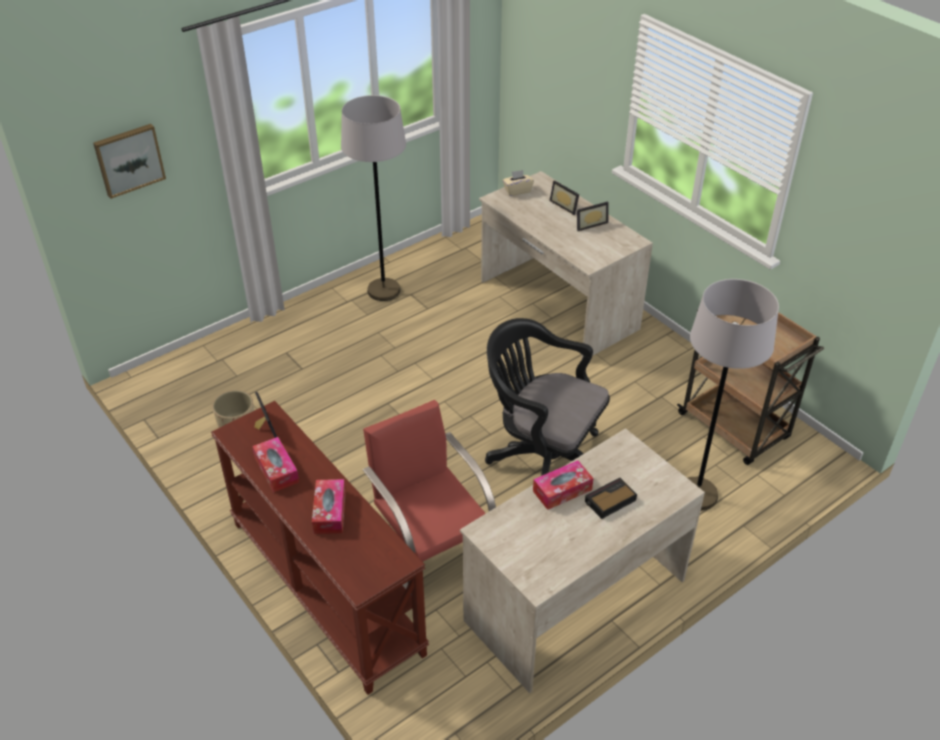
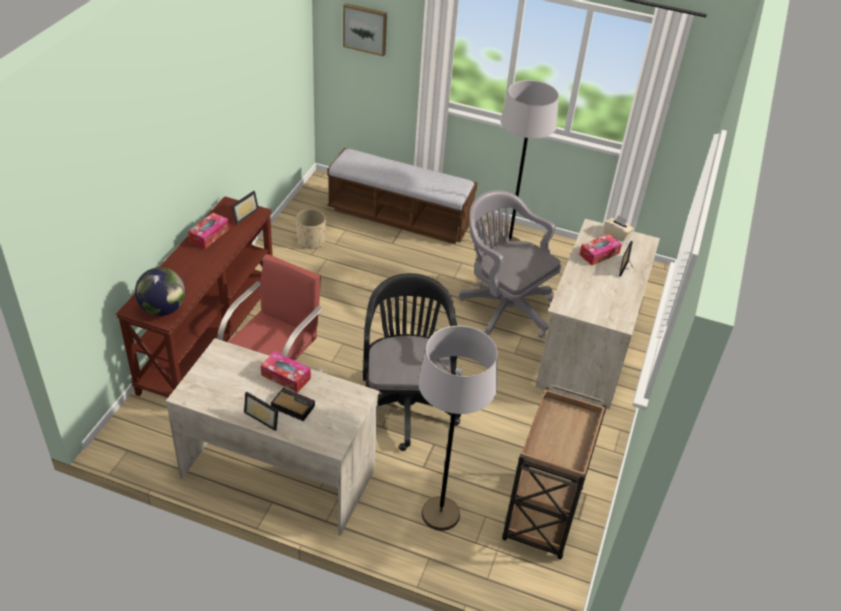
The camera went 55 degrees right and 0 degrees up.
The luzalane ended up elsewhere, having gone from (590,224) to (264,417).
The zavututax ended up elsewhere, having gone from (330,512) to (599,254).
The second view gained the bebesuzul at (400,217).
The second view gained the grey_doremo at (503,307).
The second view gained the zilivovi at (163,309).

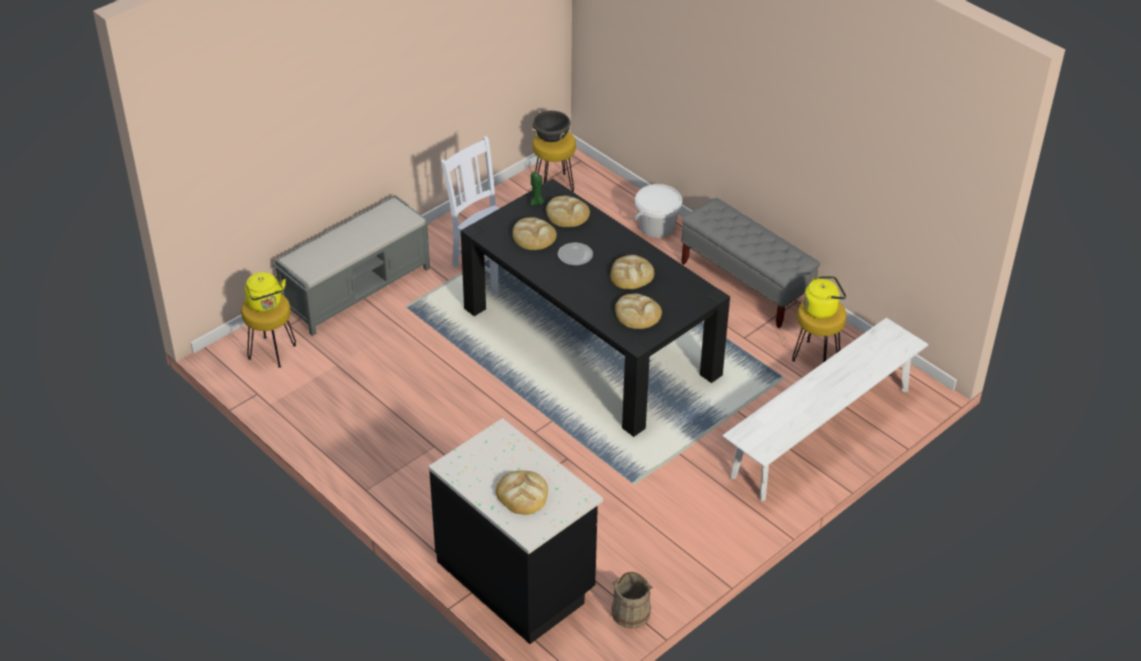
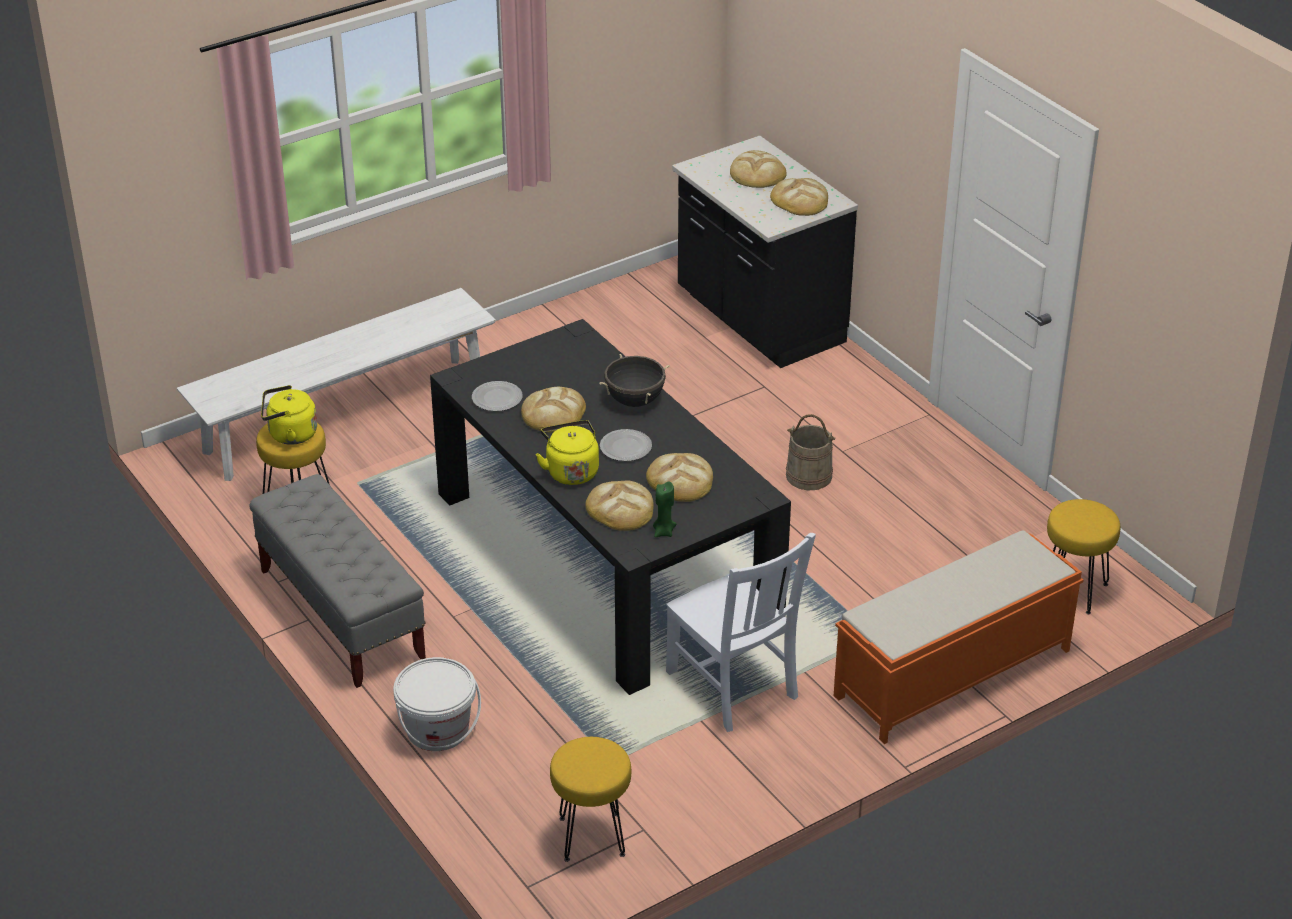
The camera went 170 degrees left and 5 degrees down.
The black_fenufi ended up elsewhere, having gone from (551,138) to (634,401).
What was the grey_bebesuzul at (358,288) turned into the orange_bebesuzul at (951,674).
The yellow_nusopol ended up elsewhere, having gone from (266,304) to (570,471).
The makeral ended up elsewhere, having gone from (637,314) to (800,200).
The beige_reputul ended up elsewhere, having gone from (630,613) to (809,475).
The second view gained the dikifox at (497,398).

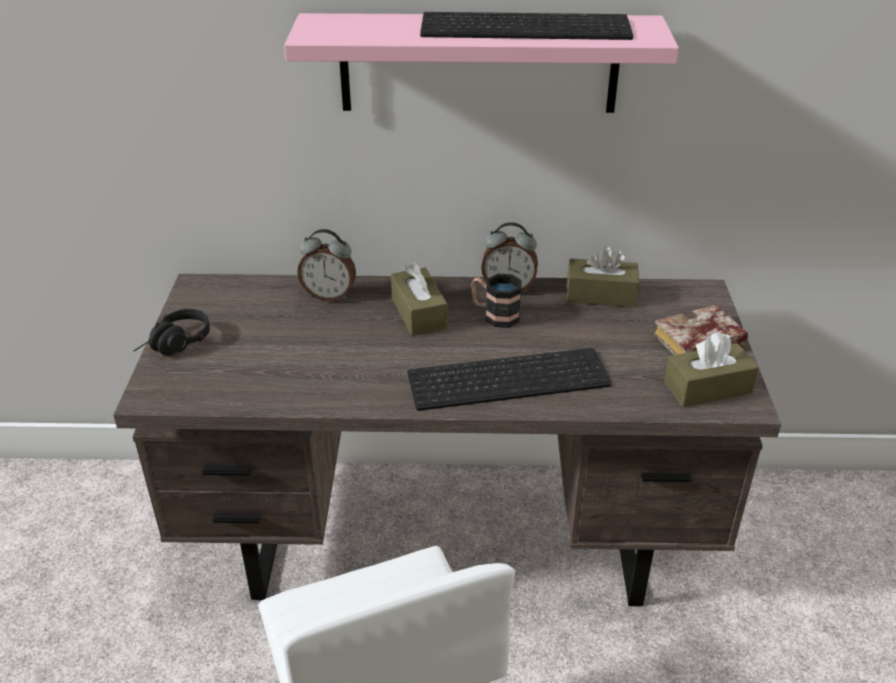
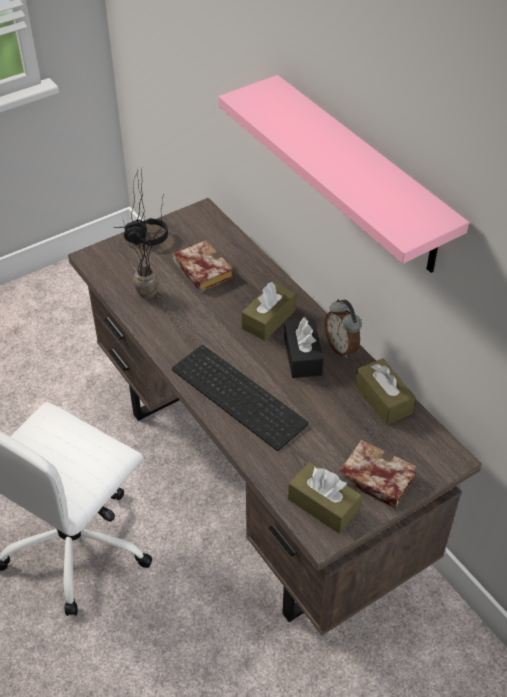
The camera went 55 degrees right and 10 degrees up.
The second view lost the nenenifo at (527,26).
The second view lost the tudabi at (329,295).
Where the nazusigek stood at (495,315), the black_zavututax came to stand at (302,356).
The second view gained the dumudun at (152,300).
The second view gained the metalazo at (200,270).

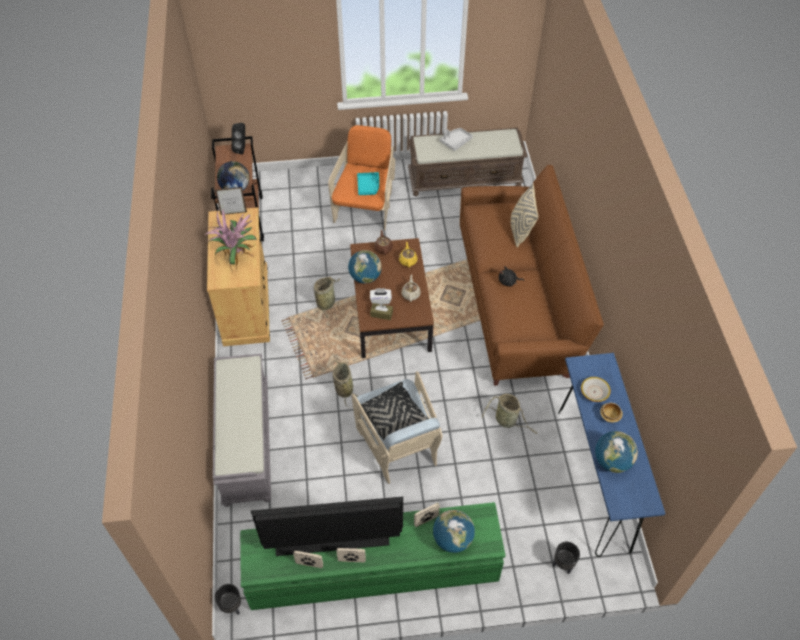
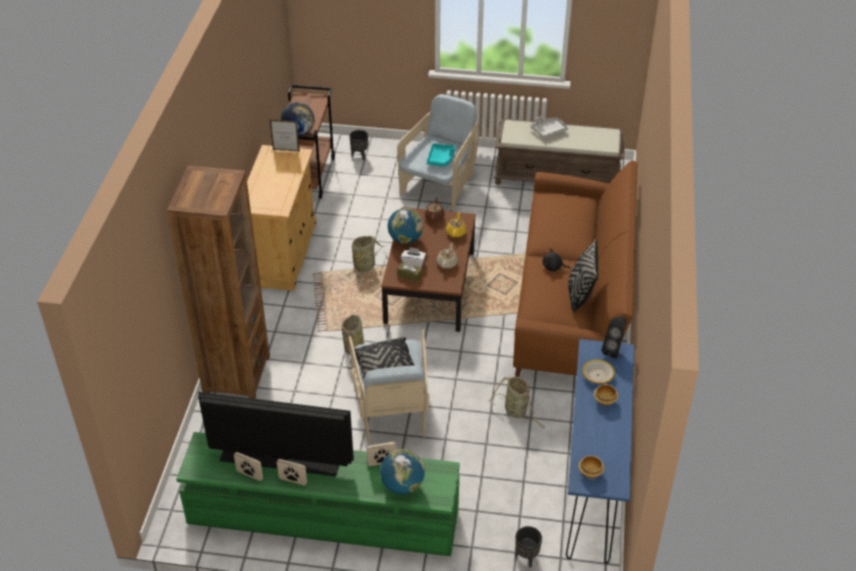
The camera went 15 degrees right and 10 degrees down.
The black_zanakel ended up elsewhere, having gone from (242,149) to (614,350).
What was the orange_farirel at (365,207) turned into the beige_farirel at (439,185).
The second view lost the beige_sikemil at (520,230).
The second view lost the dumudun at (237,256).
Where the grey_bebesuzul stood at (245,441), the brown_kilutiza came to stand at (236,375).
The second view lost the zilivovi at (612,461).
The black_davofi ended up elsewhere, having gone from (232,606) to (360,155).
The second view gained the black_sikemil at (580,295).
The second view gained the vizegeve at (589,472).

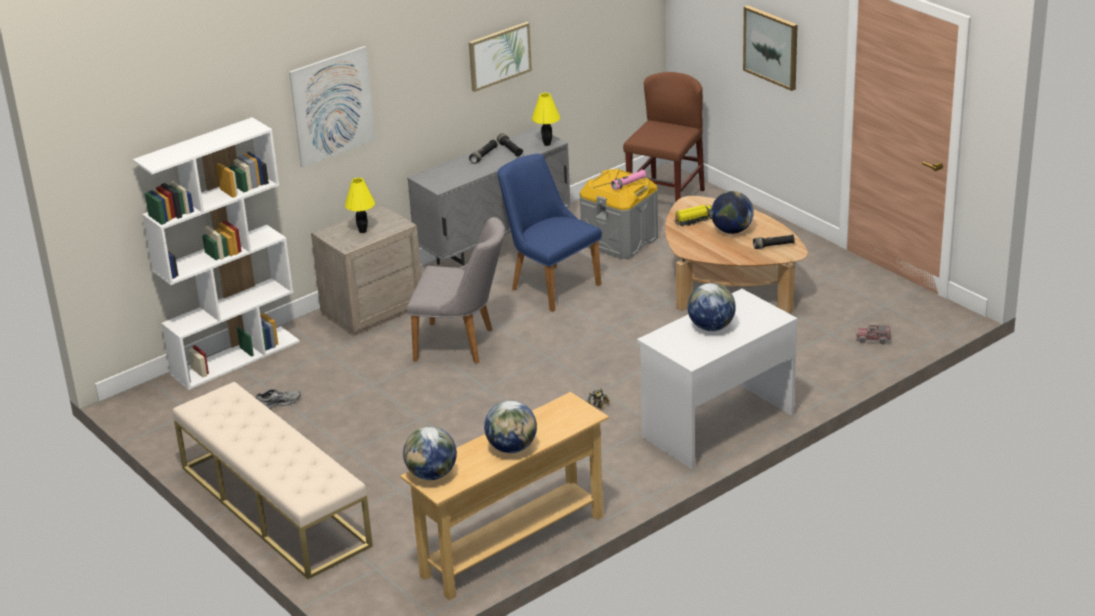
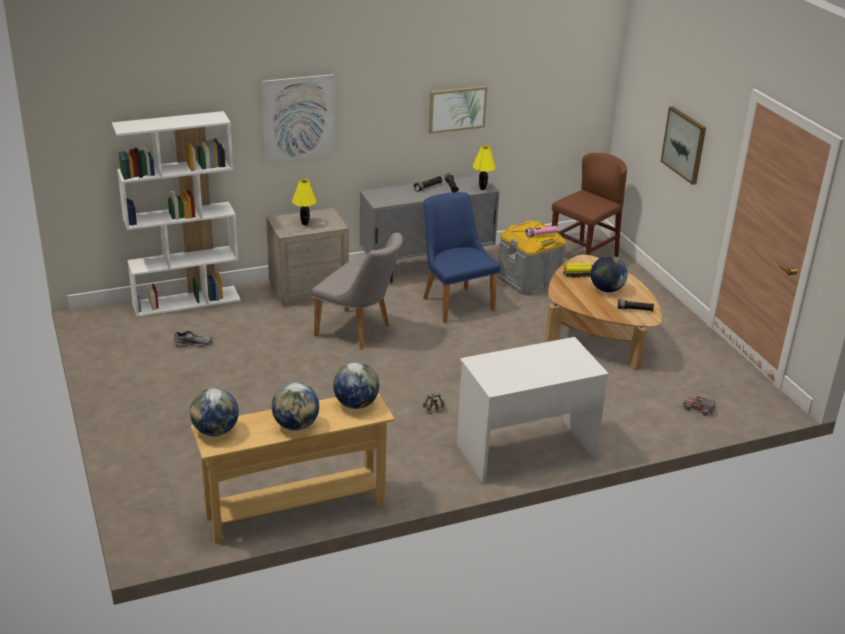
The camera went 15 degrees right and 0 degrees up.
The zilivovi ended up elsewhere, having gone from (711,327) to (356,404).
The second view lost the beige_bebesuzul at (274,506).

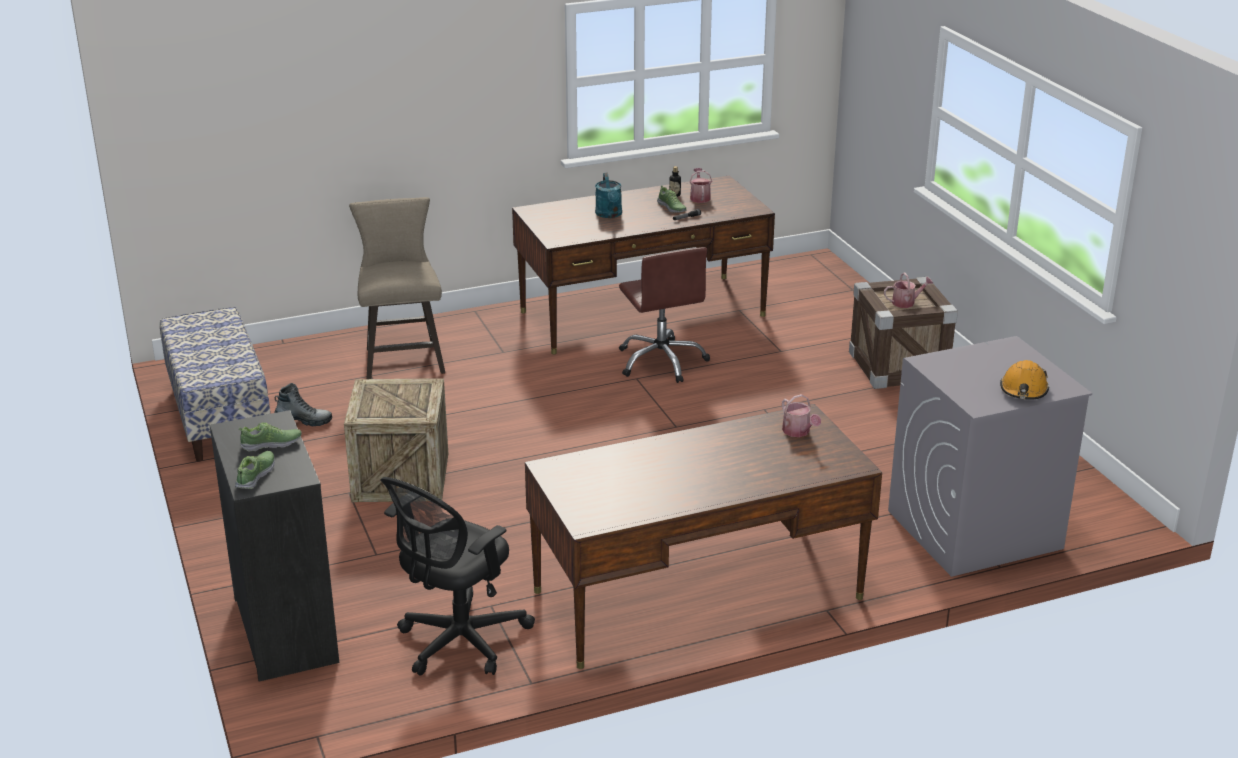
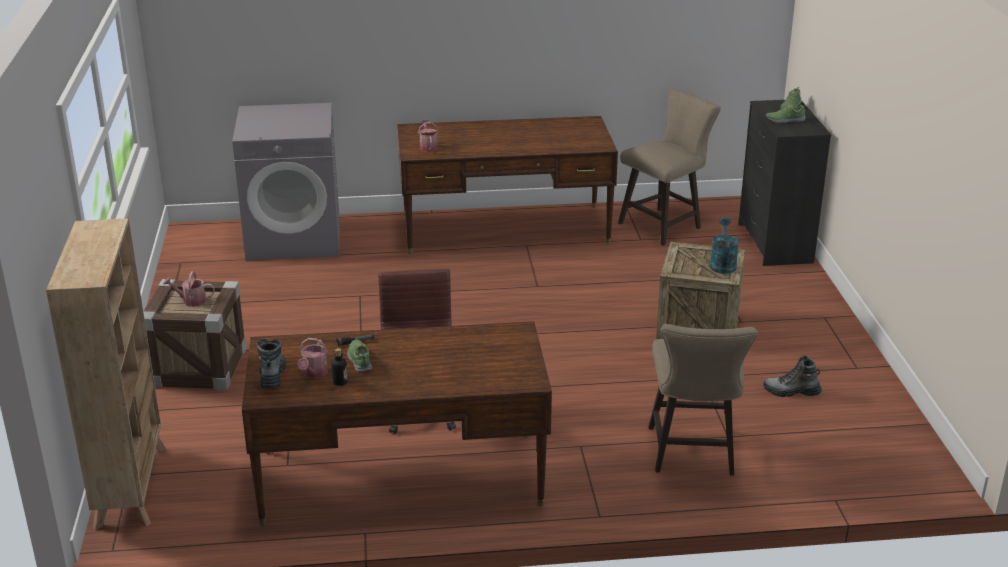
The camera went 165 degrees left and 0 degrees up.
The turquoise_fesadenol ended up elsewhere, having gone from (609,215) to (722,264).
The second view lost the bebesuzul at (219,416).
The second view lost the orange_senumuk at (1024,390).
Where the black_doremo stood at (458,643), the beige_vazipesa came to stand at (664,225).
The second view gained the beige_kilutiza at (131,486).
The second view gained the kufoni at (272,375).

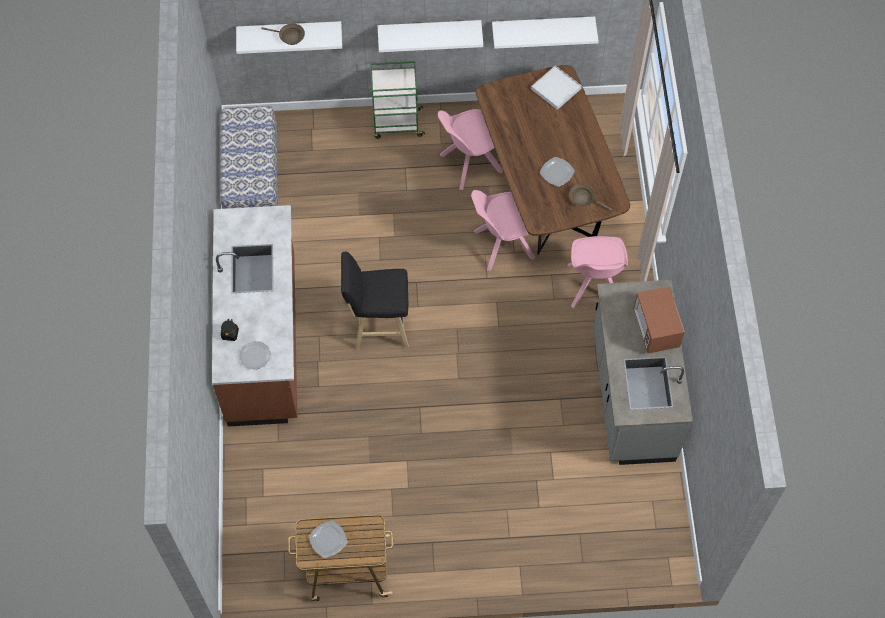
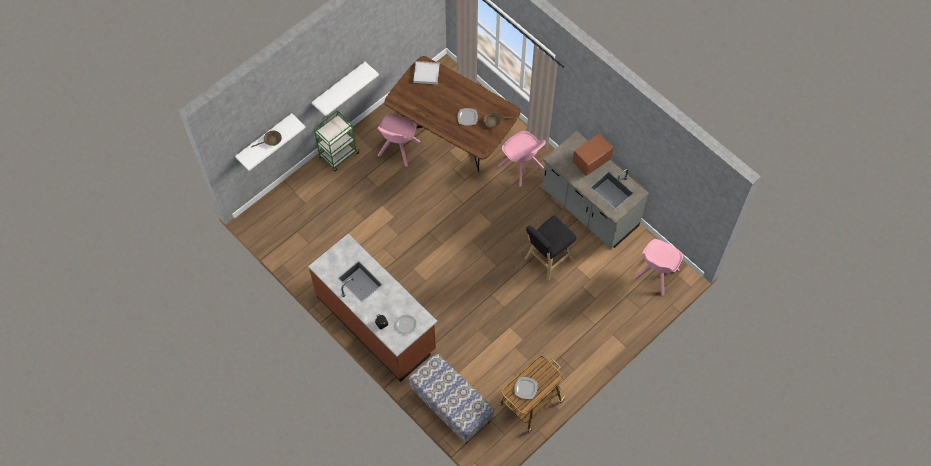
The camera went 40 degrees left and 0 degrees up.
The second view lost the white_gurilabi at (542,27).
The bebesuzul ended up elsewhere, having gone from (252,180) to (451,406).
The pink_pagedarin ended up elsewhere, having gone from (502,245) to (655,275).
The black_vazipesa ended up elsewhere, having gone from (378,325) to (547,260).
The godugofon at (655,329) ended up facing another way, 105 degrees clockwise from before.

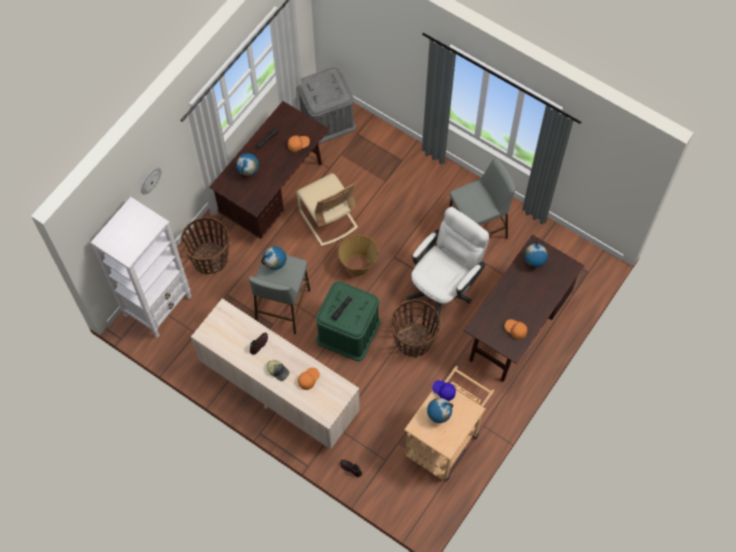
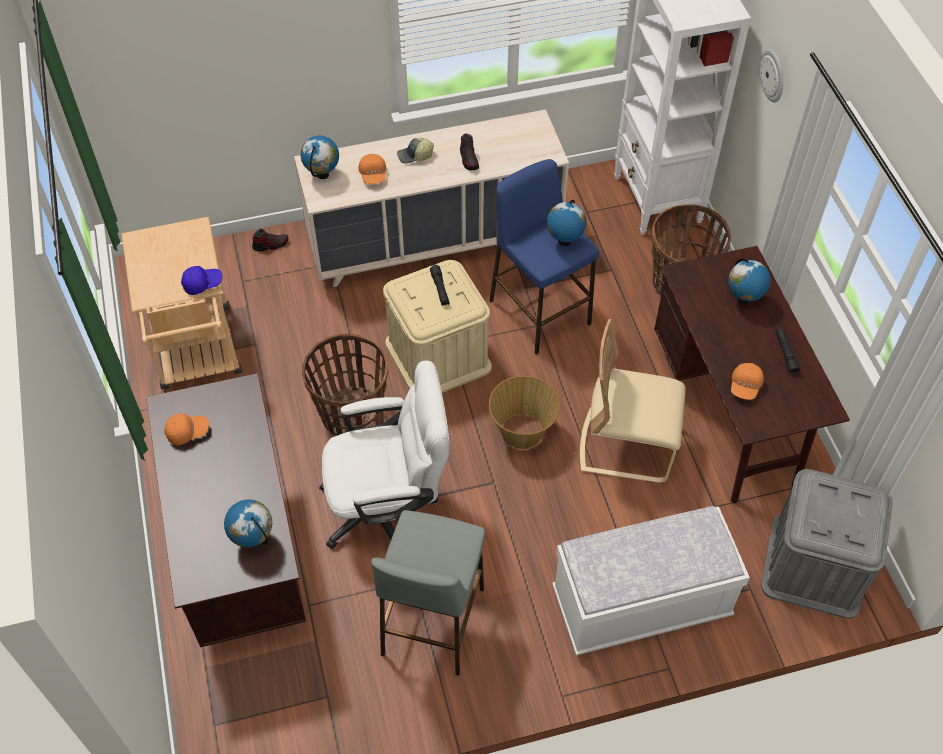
The camera went 130 degrees right and 10 degrees down.
The white_doremo at (444,286) ended up facing another way, 90 degrees counterclockwise from before.
What was the grey_vazipesa at (282,307) turned into the blue_vazipesa at (539,311).
What was the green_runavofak at (348,331) turned into the beige_runavofak at (438,355).
The zilivovi ended up elsewhere, having gone from (438,416) to (322,175).
The second view gained the white_bebesuzul at (641,604).

